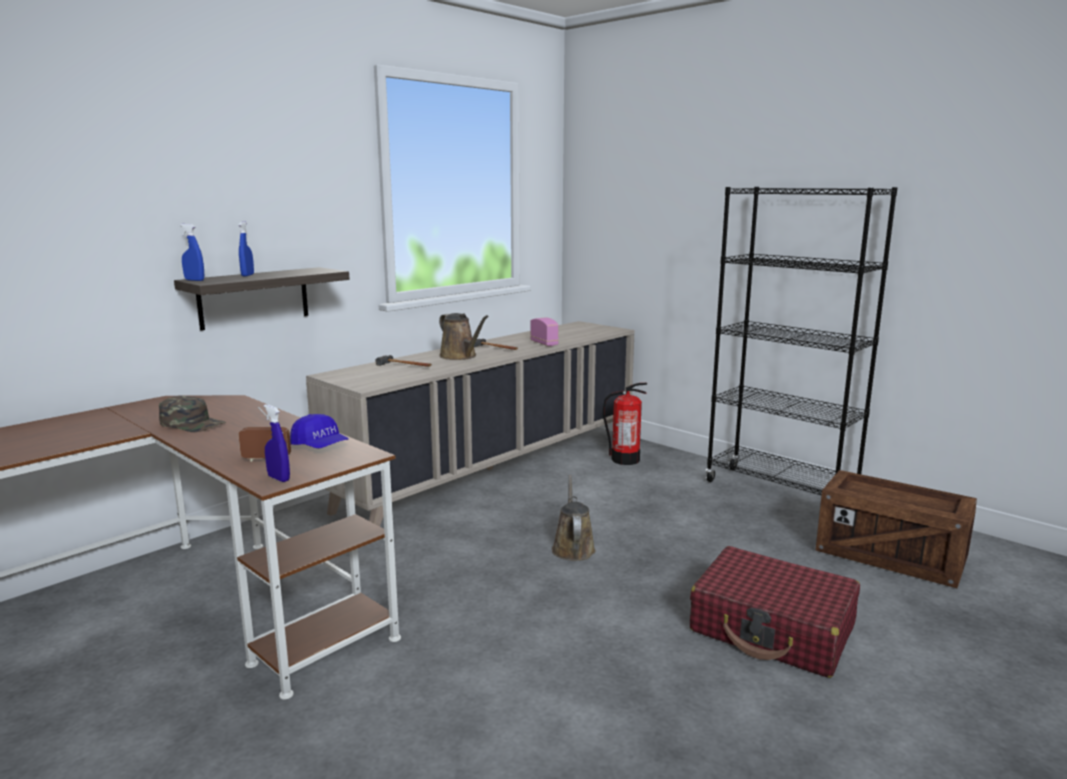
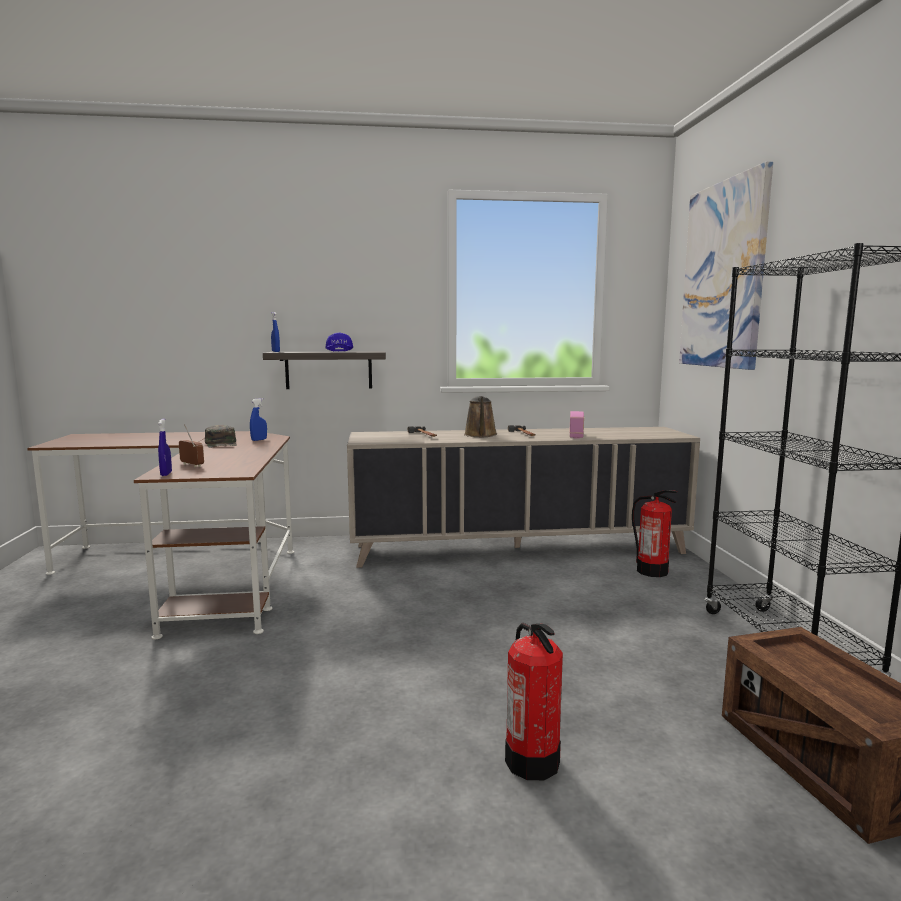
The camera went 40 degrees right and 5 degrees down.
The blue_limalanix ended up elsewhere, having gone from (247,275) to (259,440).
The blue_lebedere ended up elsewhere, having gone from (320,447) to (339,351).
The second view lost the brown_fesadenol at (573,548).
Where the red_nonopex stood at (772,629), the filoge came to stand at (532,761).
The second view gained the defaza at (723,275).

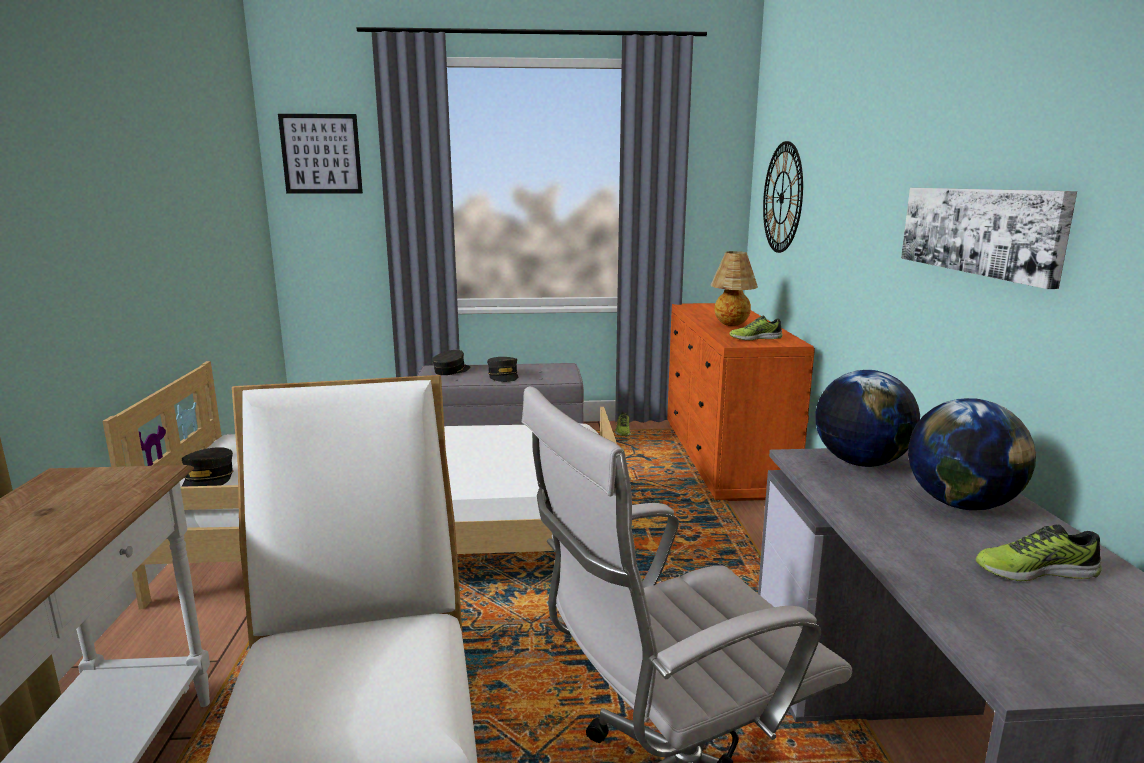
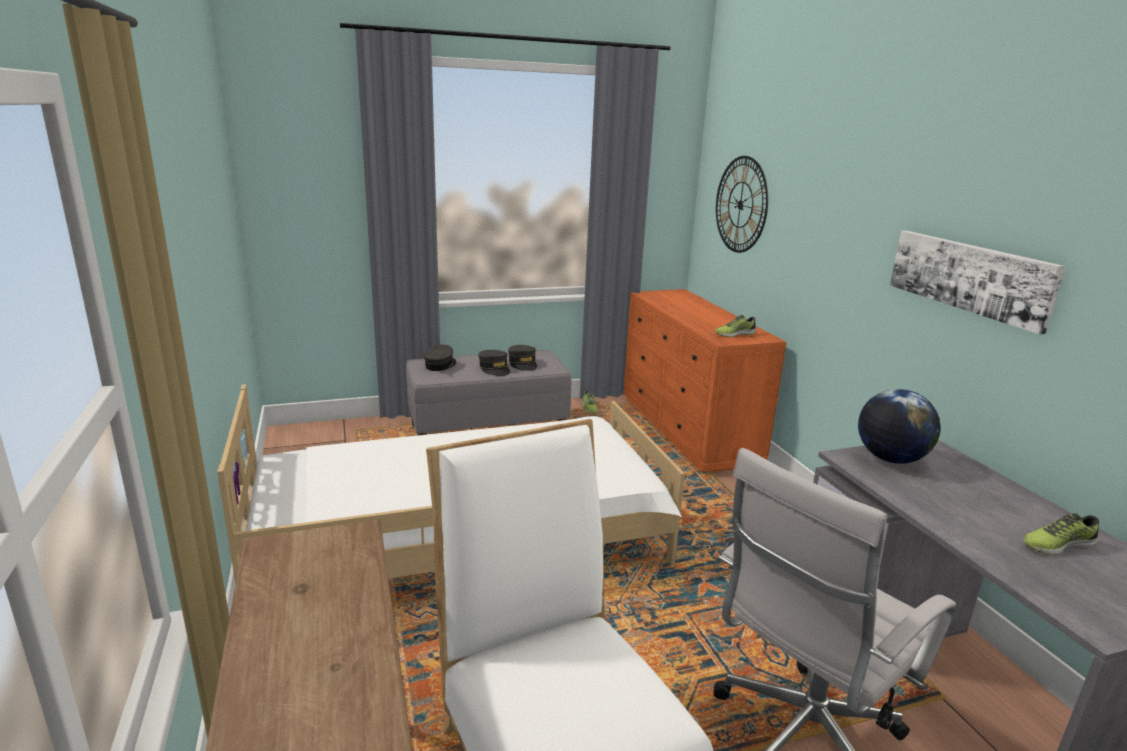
The camera went 15 degrees left and 5 degrees up.
The second view lost the defaza at (321,154).
The second view lost the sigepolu at (731,326).
The second view lost the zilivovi at (960,504).
The grey_lebedere ended up elsewhere, having gone from (208,480) to (523,364).

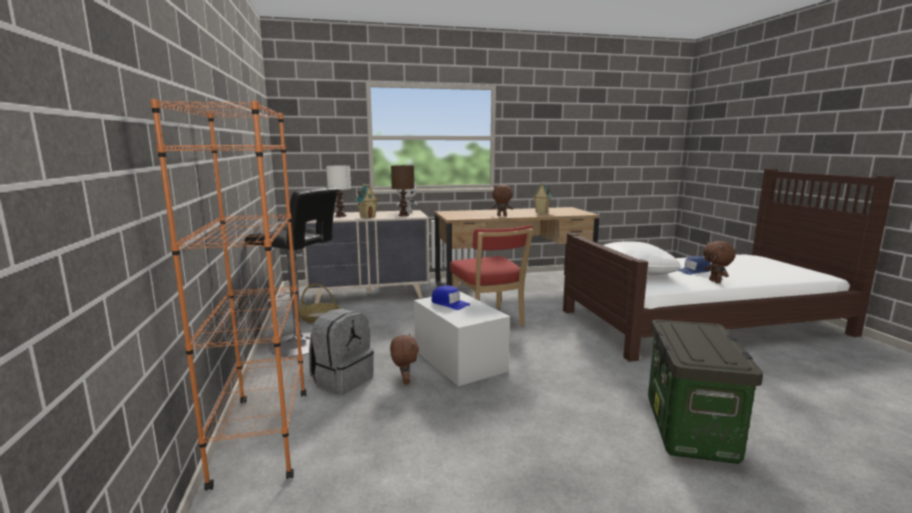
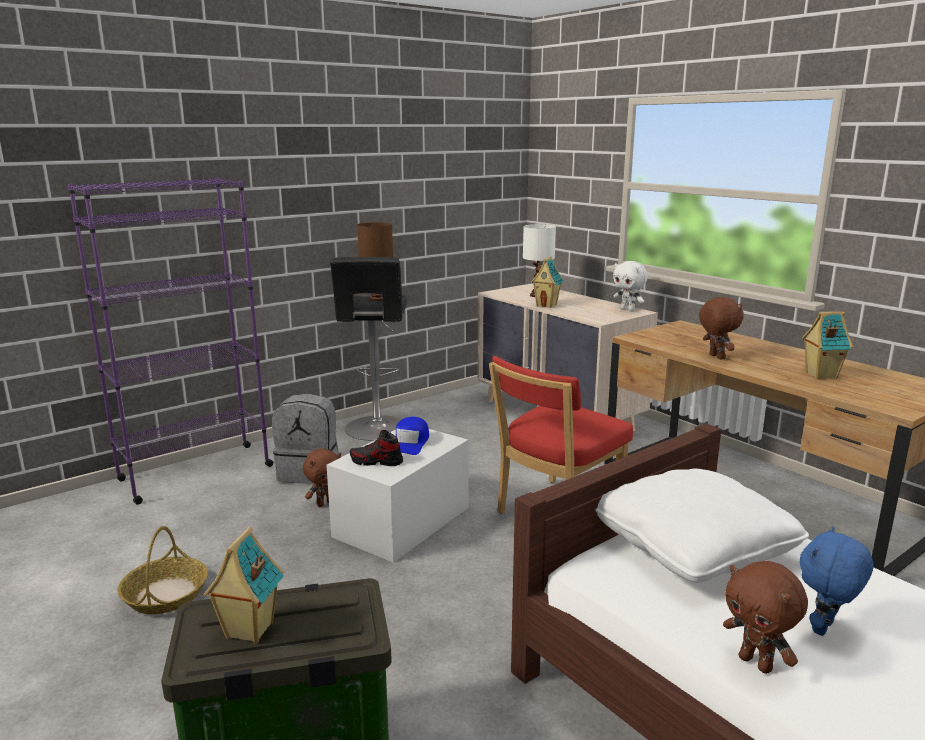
The camera went 65 degrees right and 5 degrees up.
What was the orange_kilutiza at (263,436) turned into the purple_kilutiza at (195,473).
The brown_sigepolu ended up elsewhere, having gone from (403,215) to (376,299).
The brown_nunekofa at (715,281) ended up facing another way, 90 degrees counterclockwise from before.
Where the blue_lebedere stood at (693,271), the blue_nunekofa came to stand at (825,629).
The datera ended up elsewhere, having gone from (319,317) to (165,594).
The second view gained the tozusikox at (376,462).
The second view gained the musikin at (248,630).

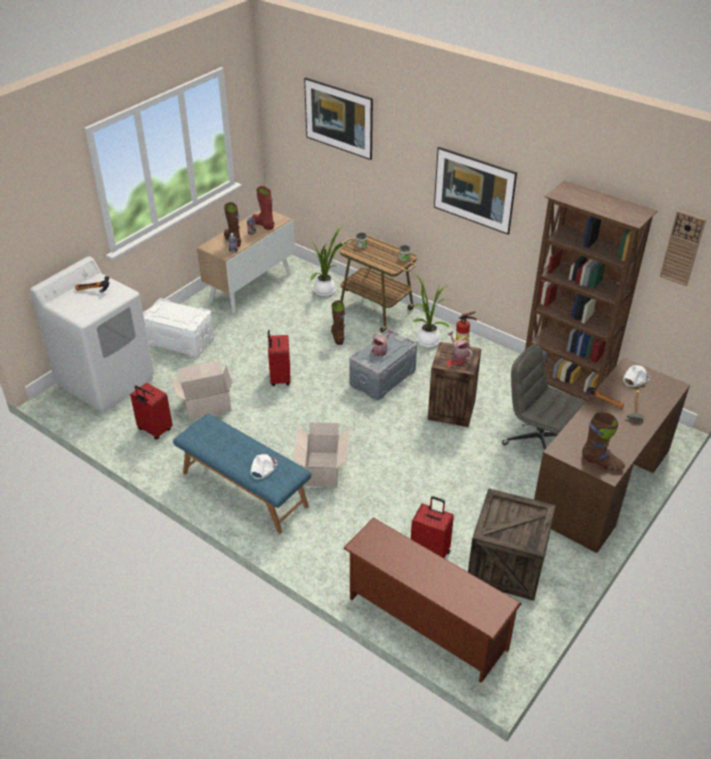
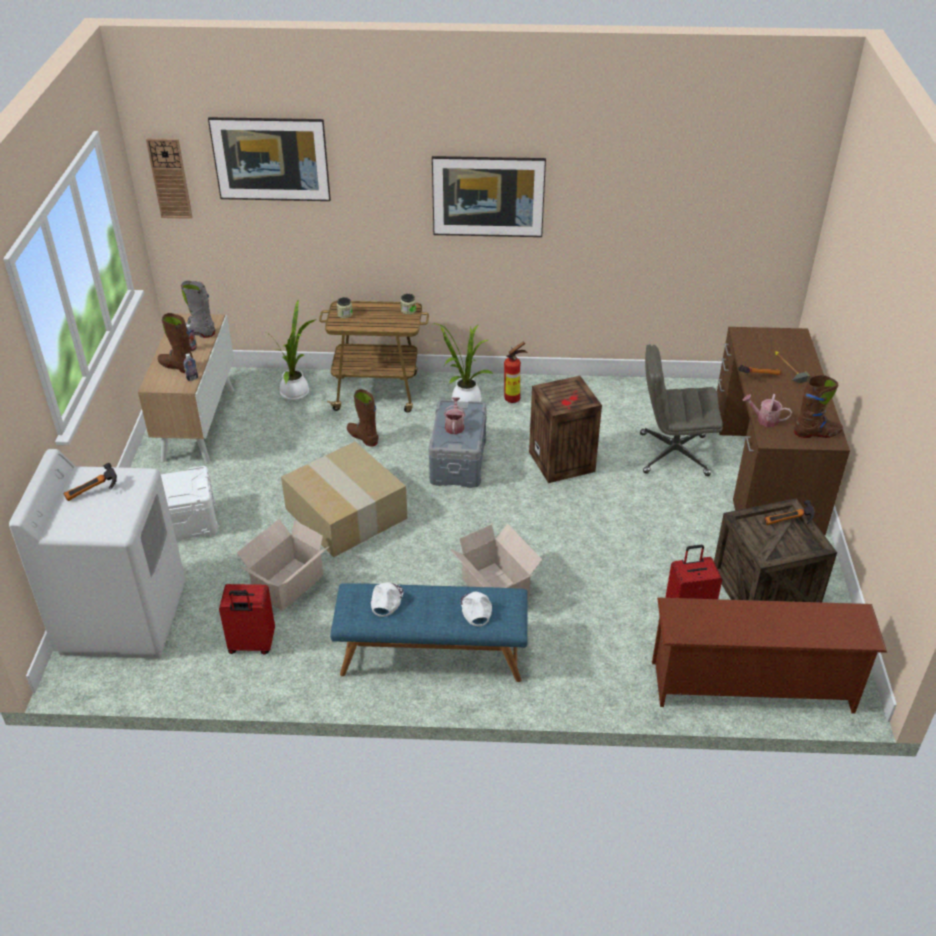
The camera went 35 degrees left and 0 degrees up.
The second view lost the brown_kilutiza at (564,387).
What was the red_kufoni at (263,224) turned into the grey_kufoni at (195,333).
The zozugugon ended up elsewhere, having gone from (682,248) to (170,178).
Where the red_nonopex stood at (279,378), the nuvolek came to stand at (344,513).
The fesadenol ended up elsewhere, having gone from (459,354) to (764,419).
The white_lebedere ended up elsewhere, having gone from (636,378) to (386,600).
The second view gained the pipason at (789,523).

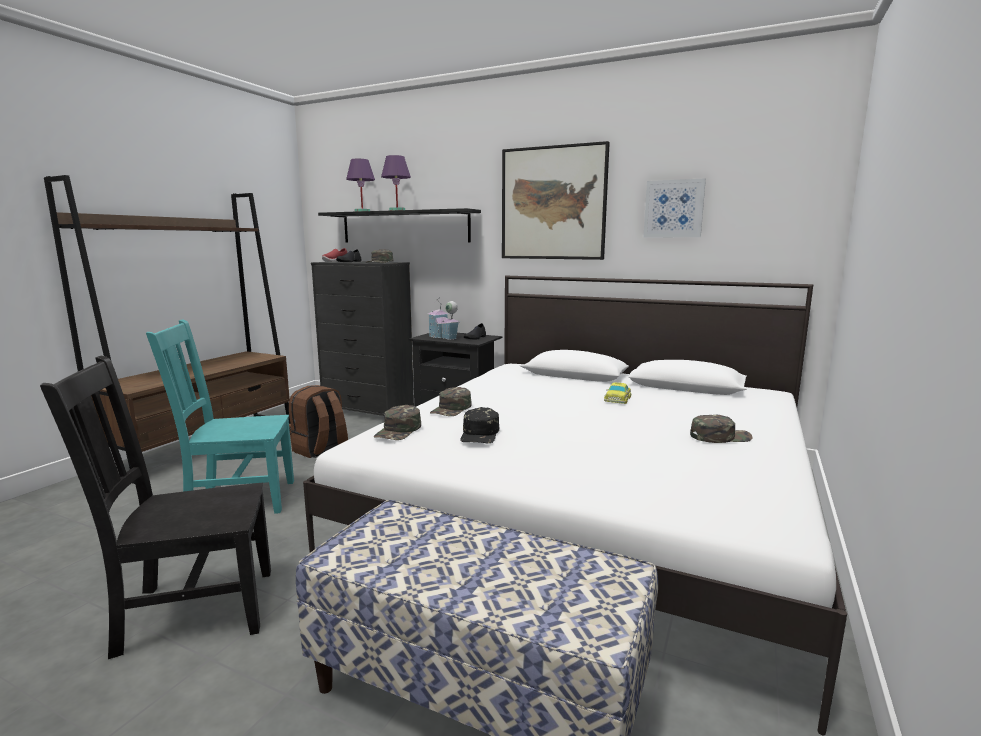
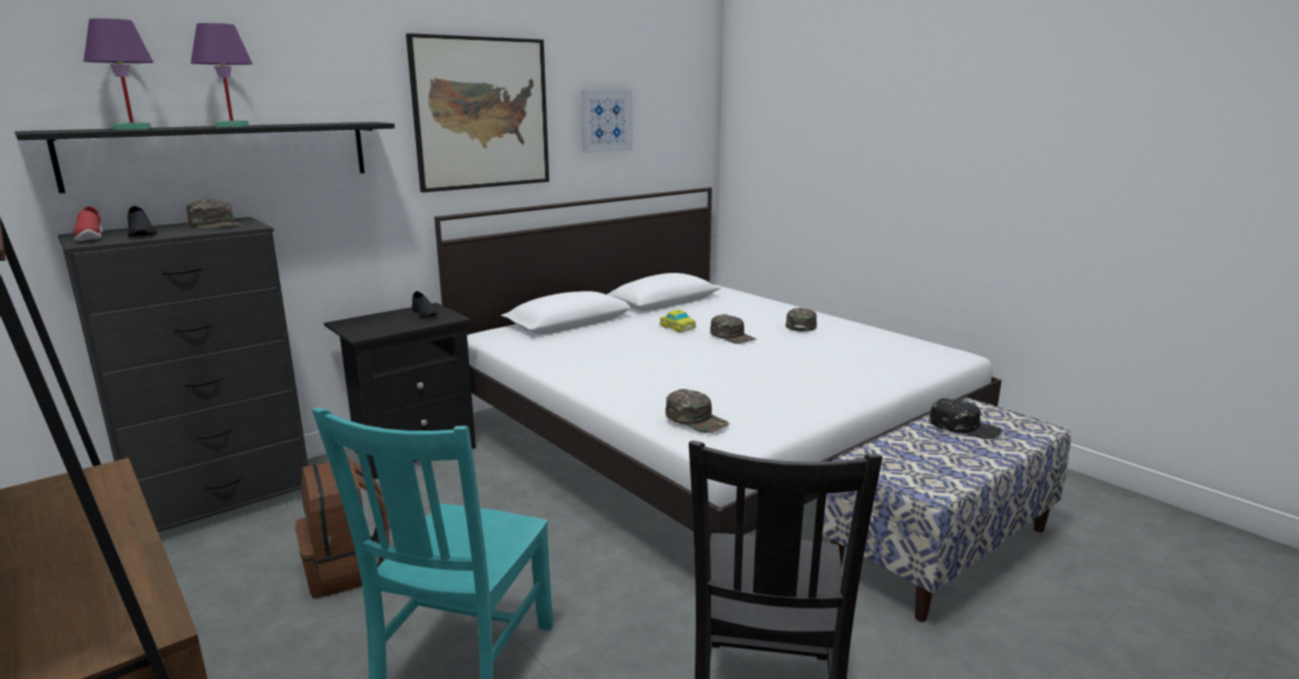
The camera went 65 degrees left and 5 degrees up.
The second view lost the musikin at (443,337).
The green_lebedere ended up elsewhere, having gone from (451,409) to (732,336).
The black_lebedere ended up elsewhere, having gone from (480,434) to (964,427).

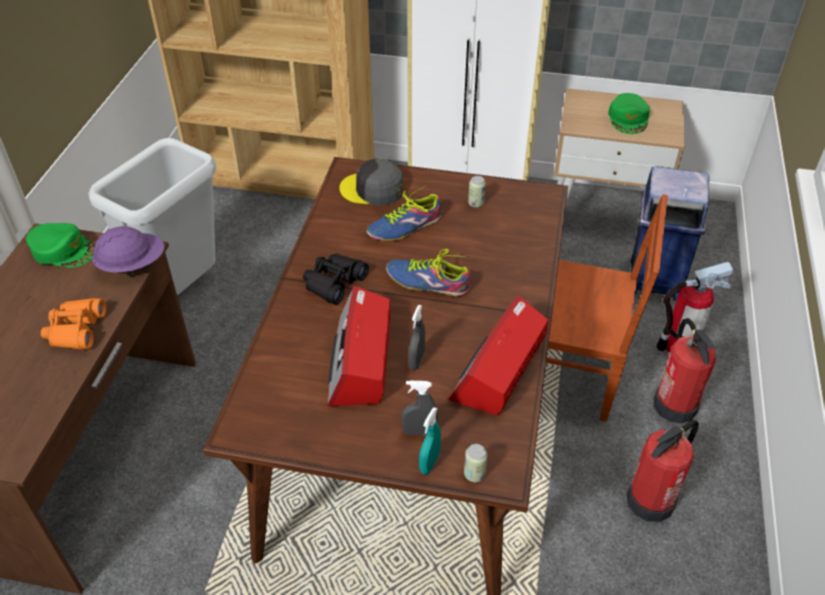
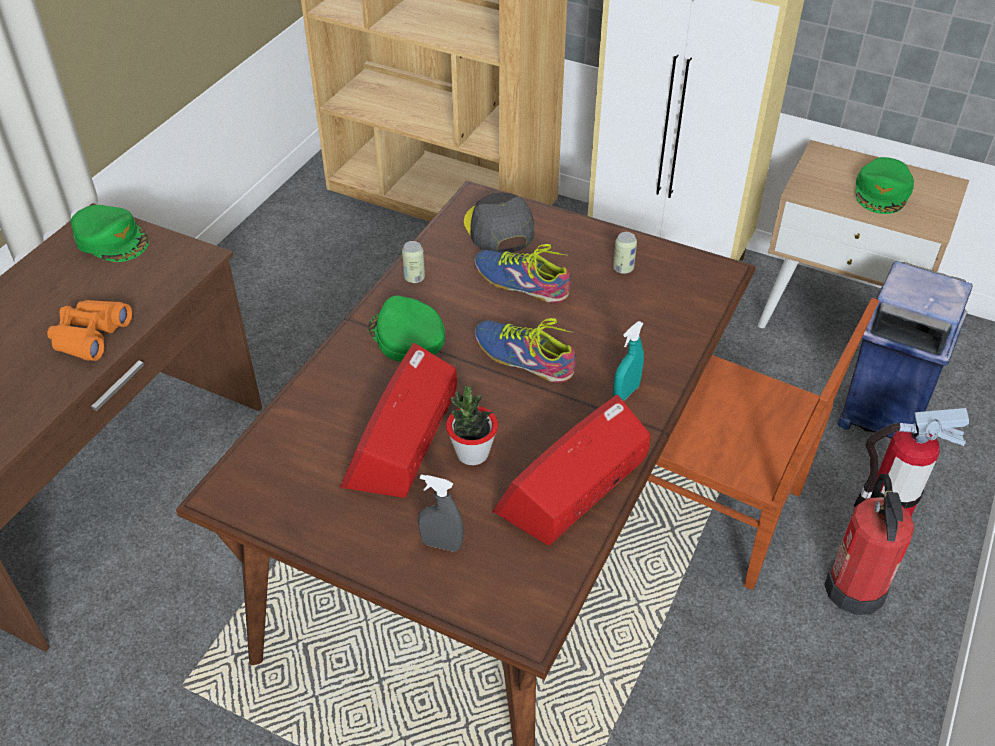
The camera went 15 degrees right and 0 degrees up.
The second view lost the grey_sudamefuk at (182,289).
The grey_lebedere at (372,189) ended up facing another way, 45 degrees clockwise from before.
The tozusikox at (405,227) ended up facing another way, 45 degrees clockwise from before.
The second view lost the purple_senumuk at (132,265).
Where the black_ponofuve stood at (334,283), the green_lebedere came to stand at (406,336).
Where the grey_limalanix stood at (416,360), the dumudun came to stand at (472,454).
The turquoise_limalanix ended up elsewhere, having gone from (429,463) to (626,392).
The second view lost the filoge at (651,500).
The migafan ended up elsewhere, having gone from (474,474) to (414,278).

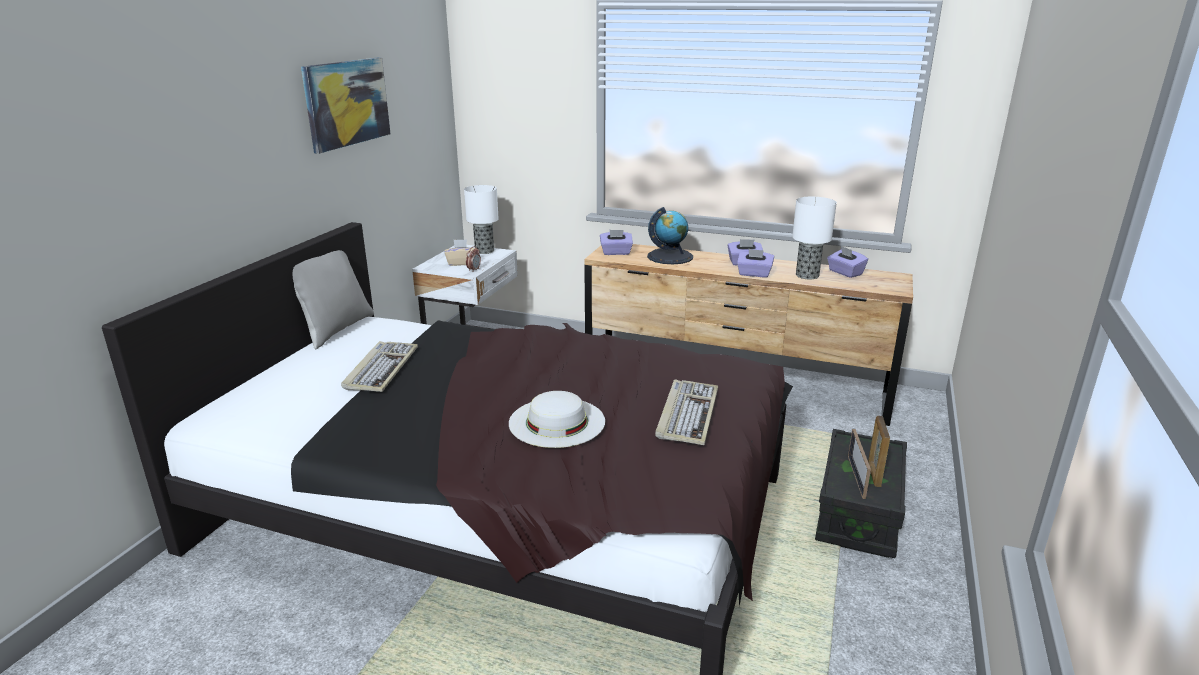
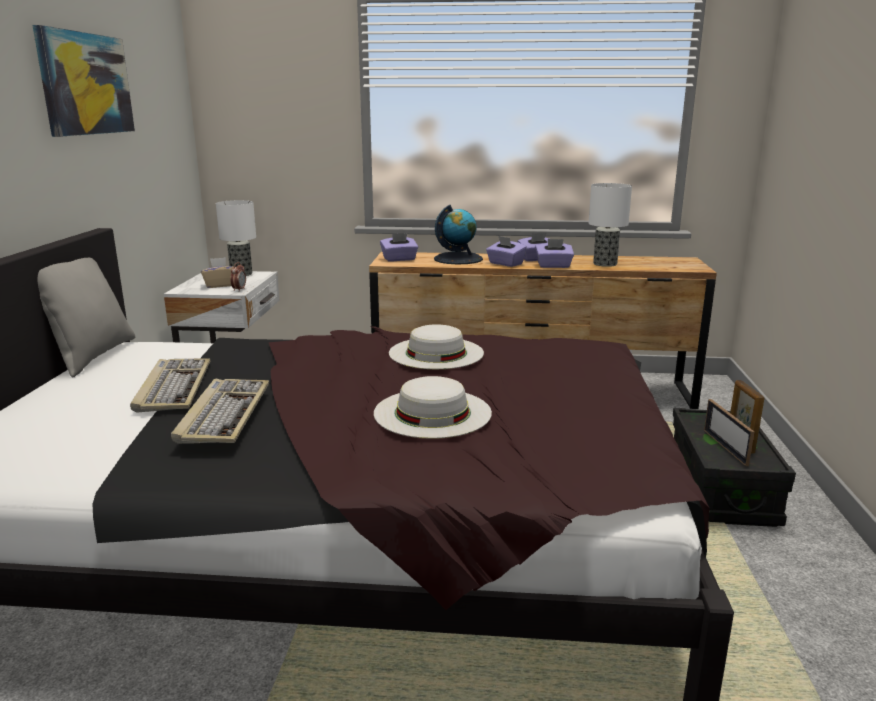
The camera went 15 degrees left and 5 degrees down.
The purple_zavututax ended up elsewhere, having gone from (845,273) to (505,264).
The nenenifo ended up elsewhere, having gone from (687,414) to (224,414).
The second view gained the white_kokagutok at (436,353).

